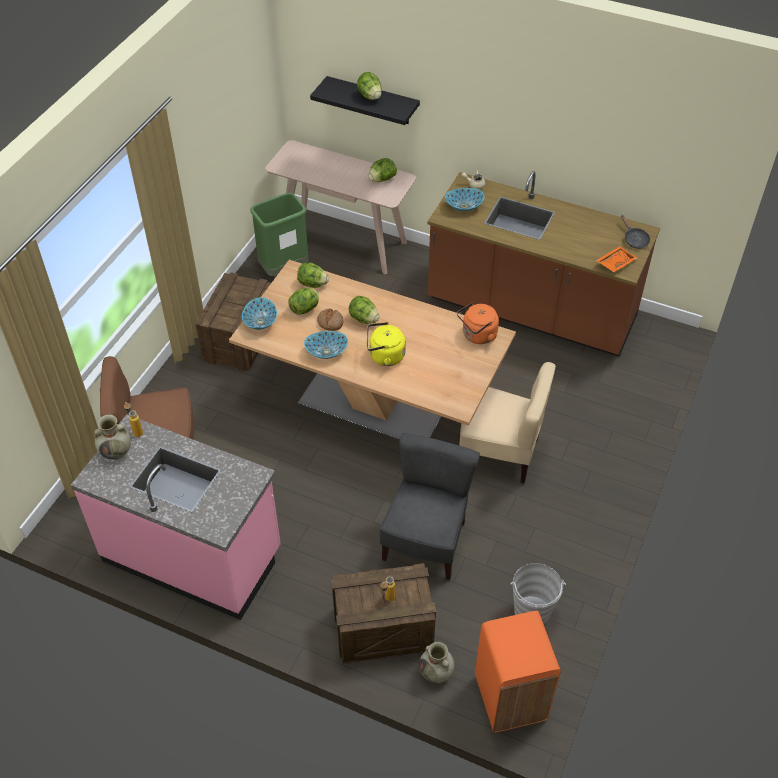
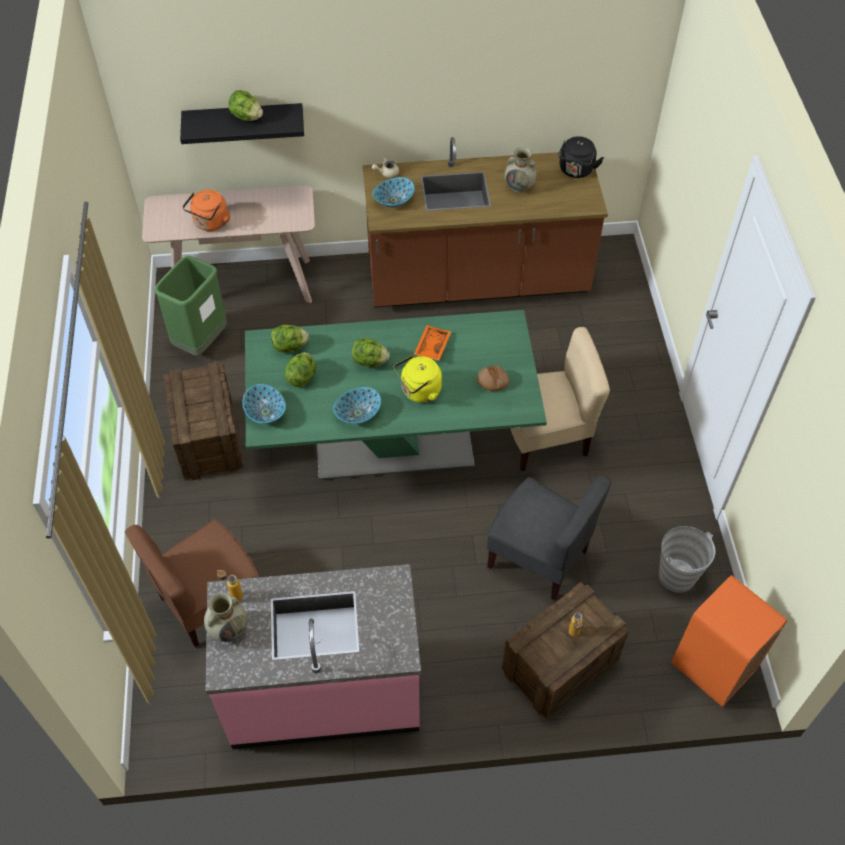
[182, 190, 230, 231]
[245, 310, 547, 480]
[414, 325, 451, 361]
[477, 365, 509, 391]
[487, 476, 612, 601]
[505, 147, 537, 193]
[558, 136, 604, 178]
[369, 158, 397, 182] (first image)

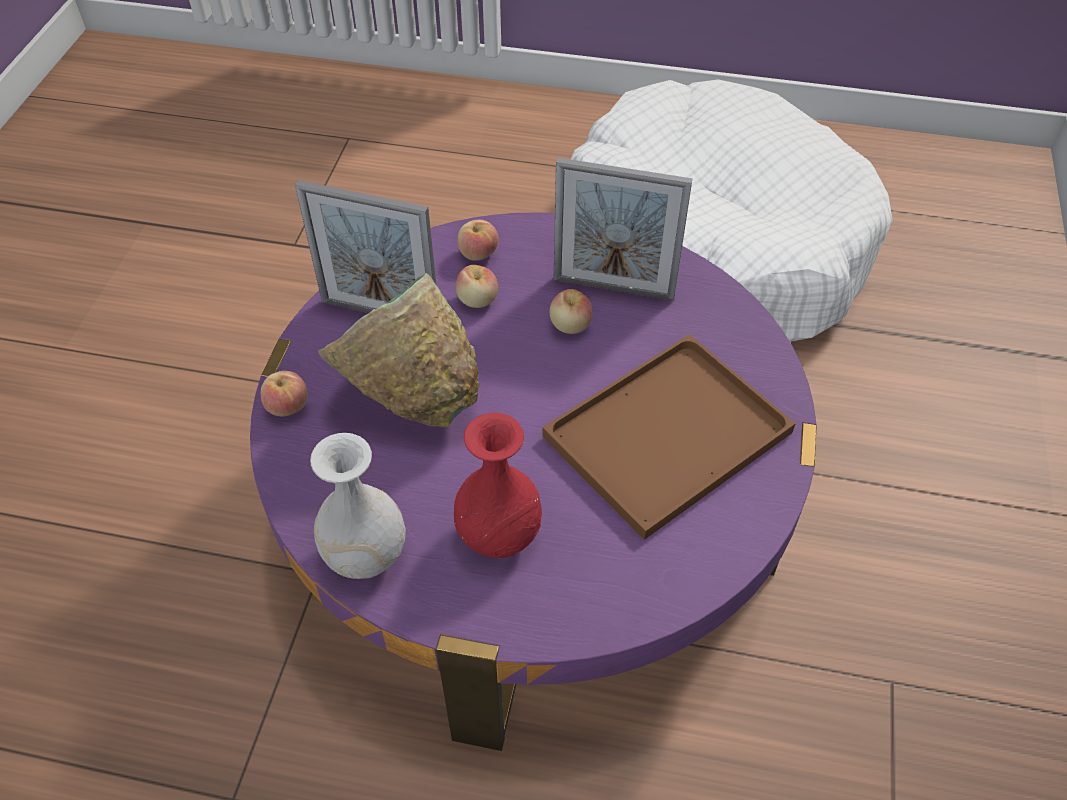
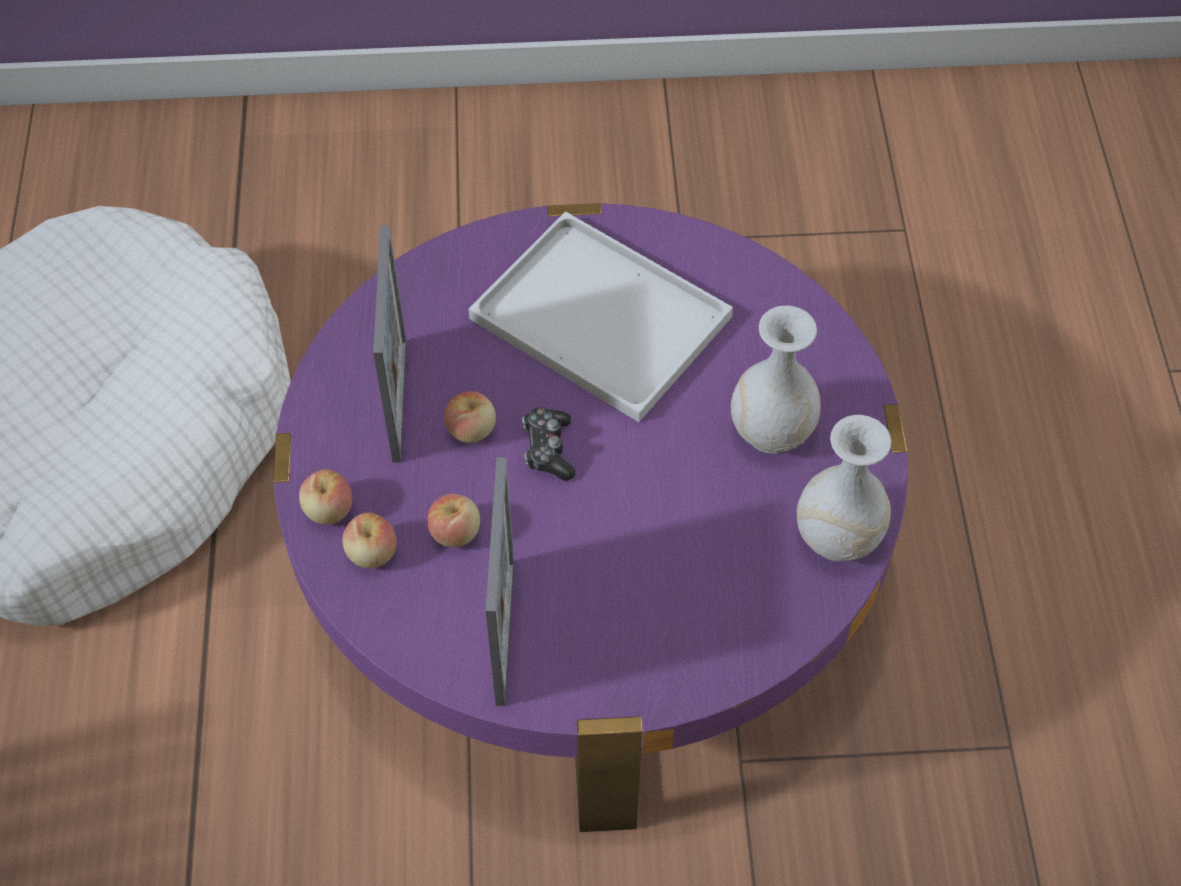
[299, 469, 352, 525]
[469, 211, 733, 422]
[522, 407, 575, 481]
[731, 305, 821, 454]
[318, 273, 480, 427] (first image)

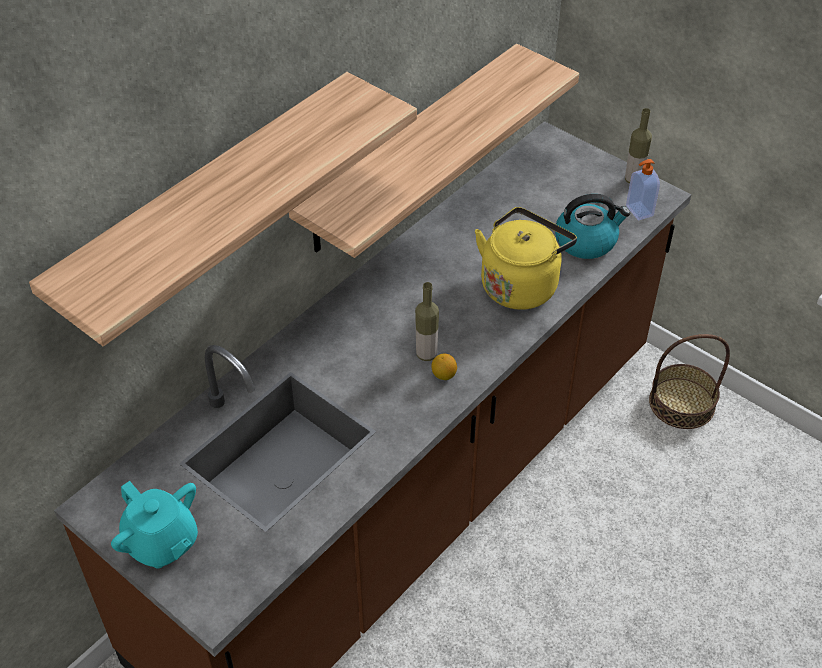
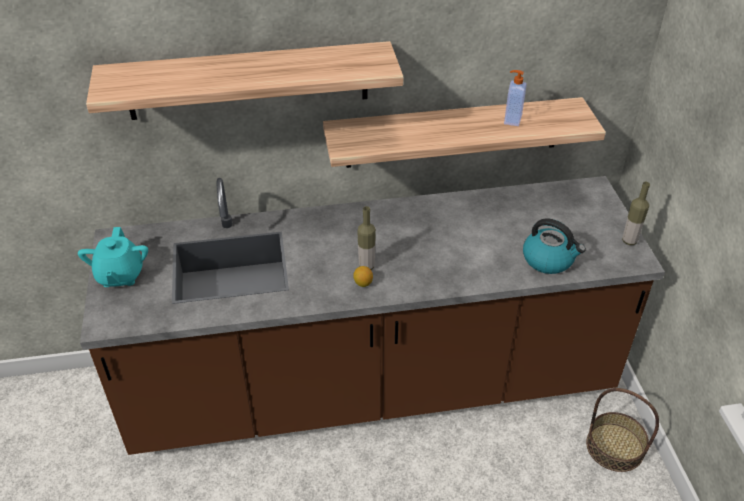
[504, 70, 527, 126]
[475, 207, 577, 310] (first image)

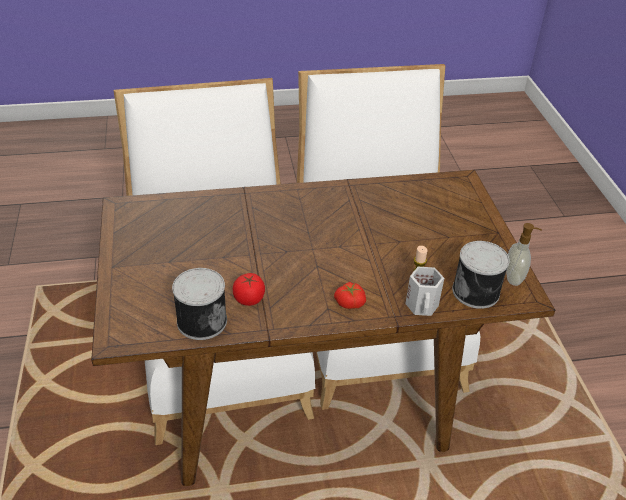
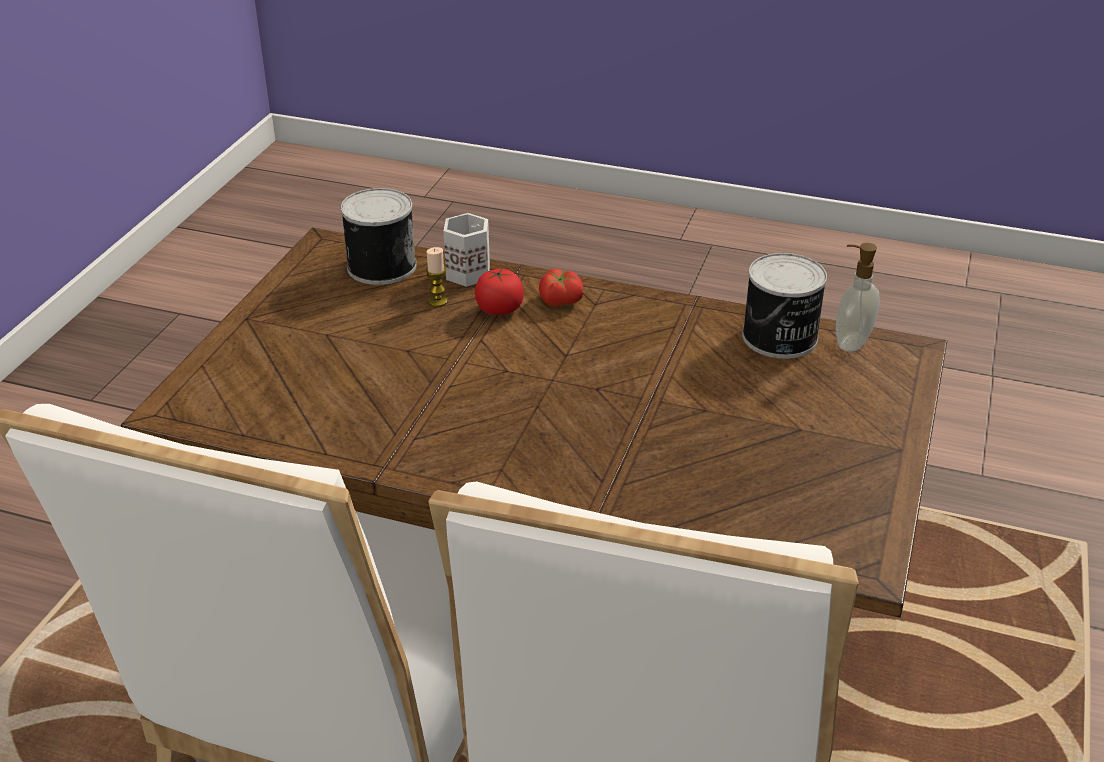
[475, 267, 524, 315]
[836, 243, 880, 352]

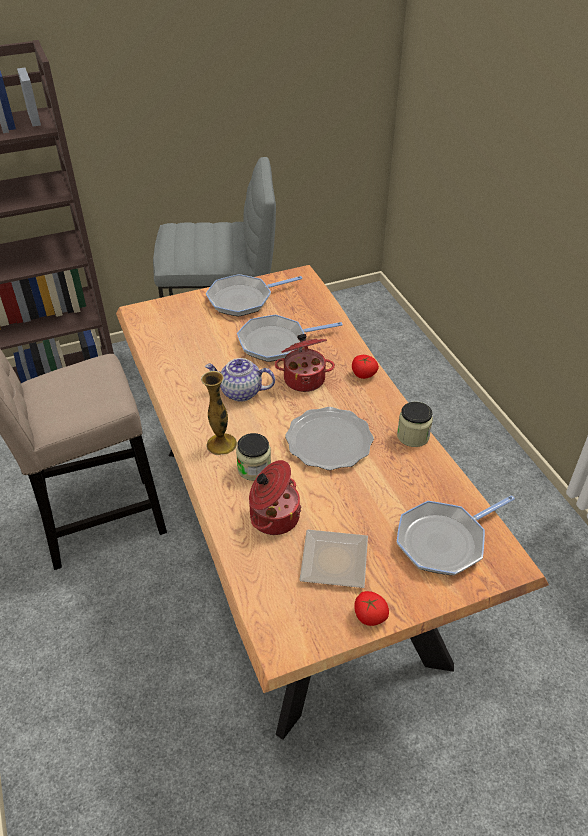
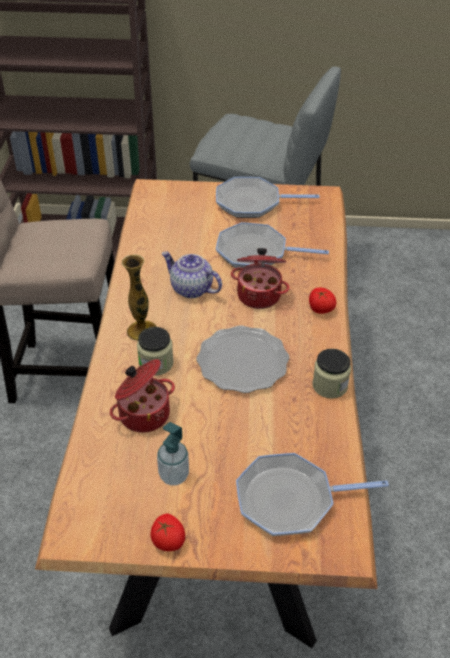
[157, 422, 189, 486]

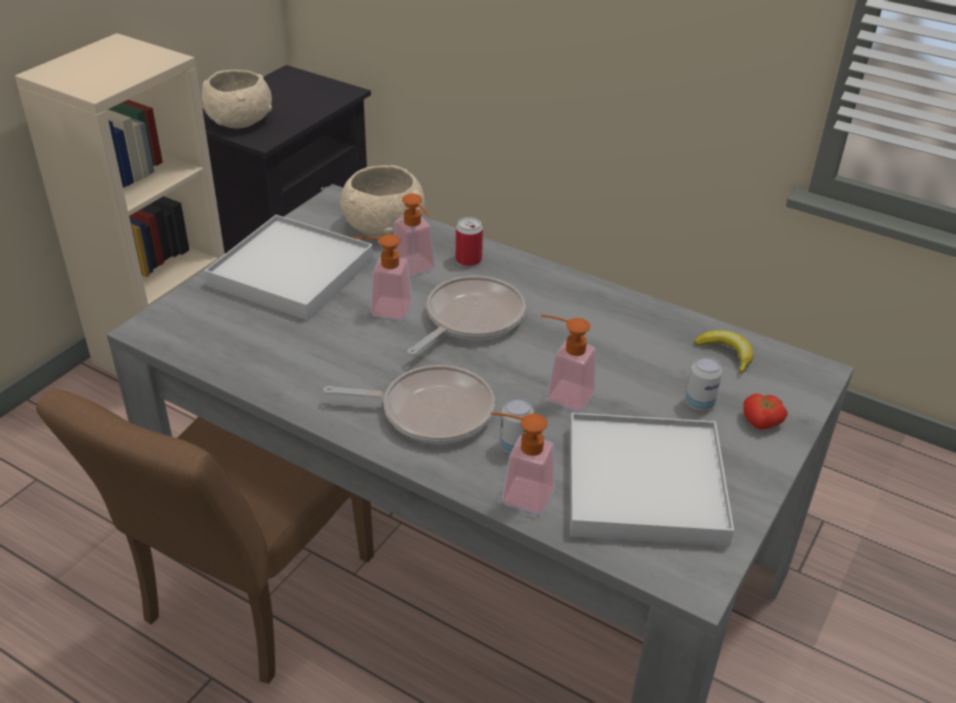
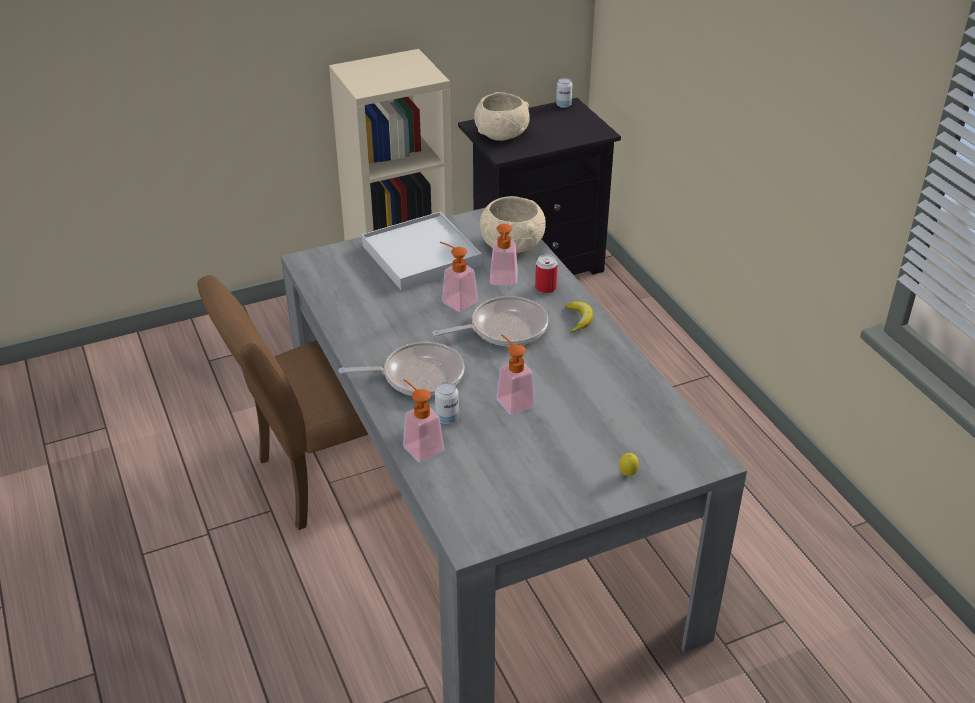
[338, 342, 464, 396]
[556, 78, 573, 108]
[566, 301, 593, 333]
[619, 453, 639, 476]
[570, 413, 734, 547] (first image)

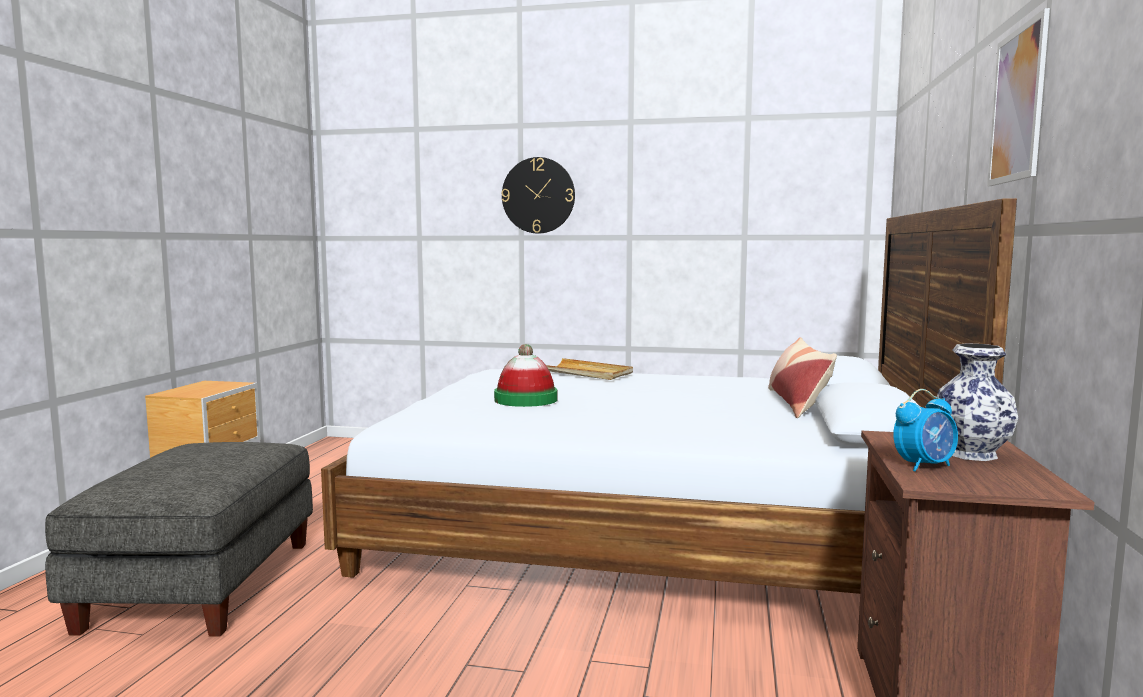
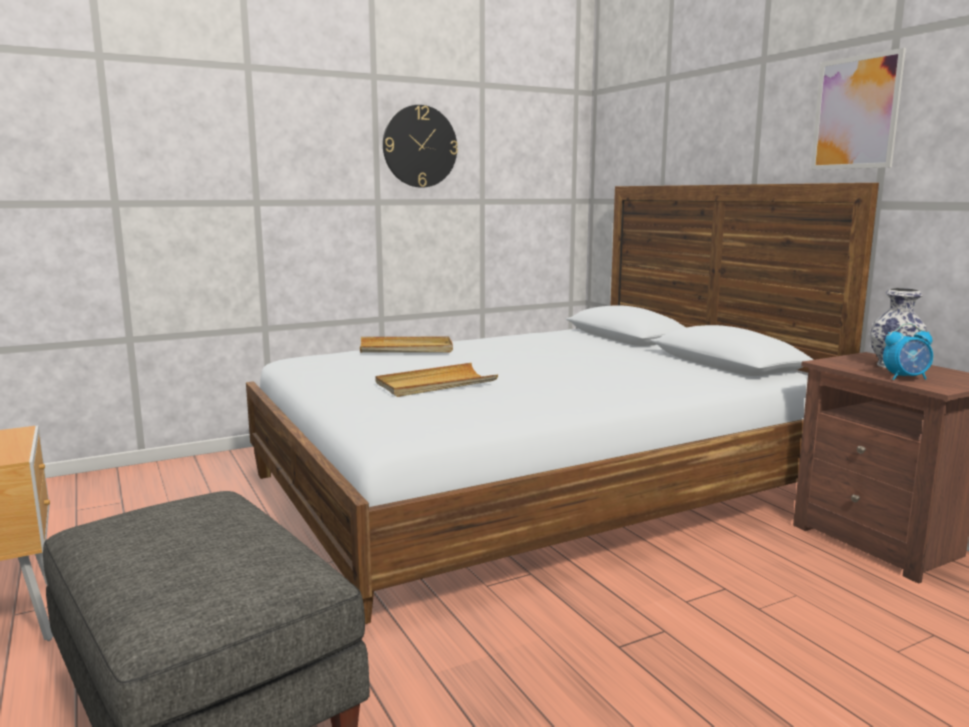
[376, 363, 498, 397]
[383, 105, 458, 188]
[883, 323, 933, 380]
[768, 337, 837, 418] (first image)

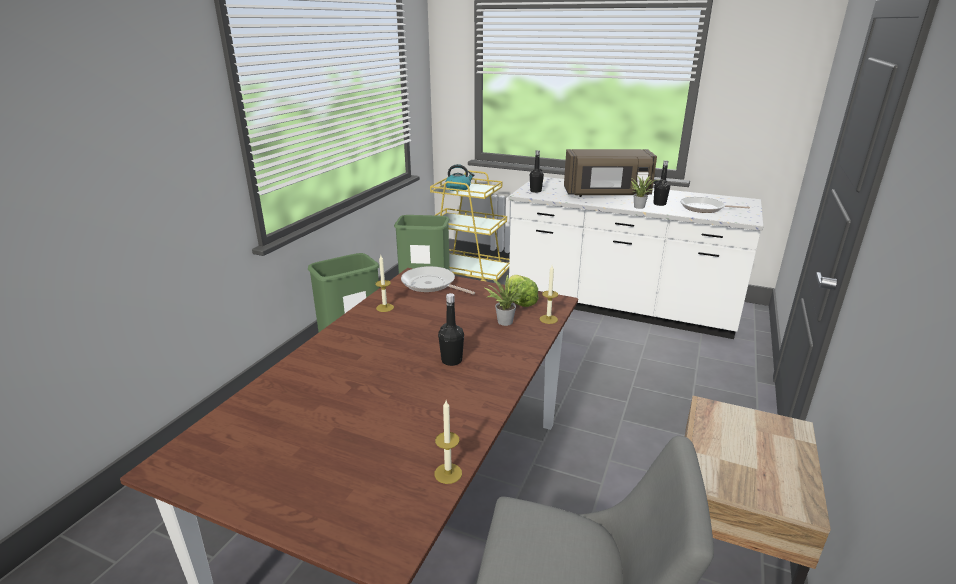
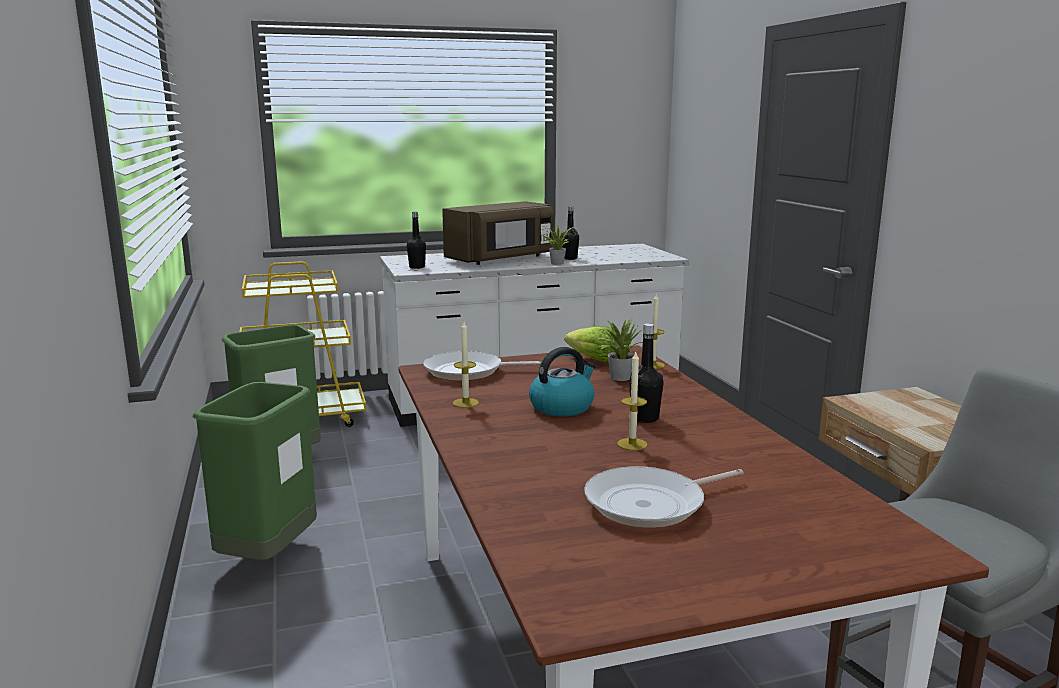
[529, 347, 596, 416]
[584, 466, 744, 528]
[617, 352, 648, 450]

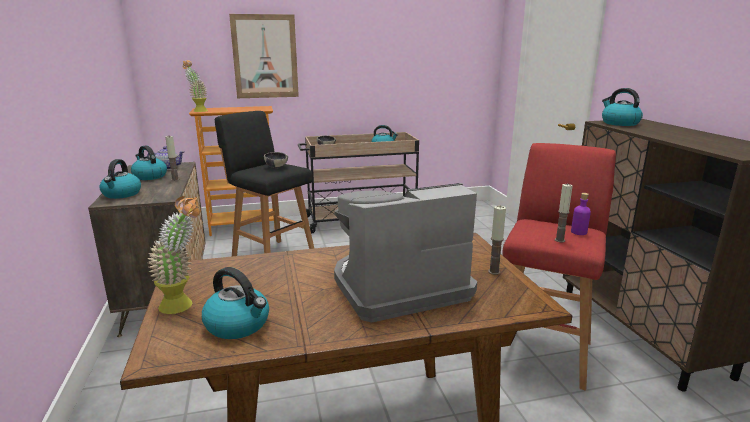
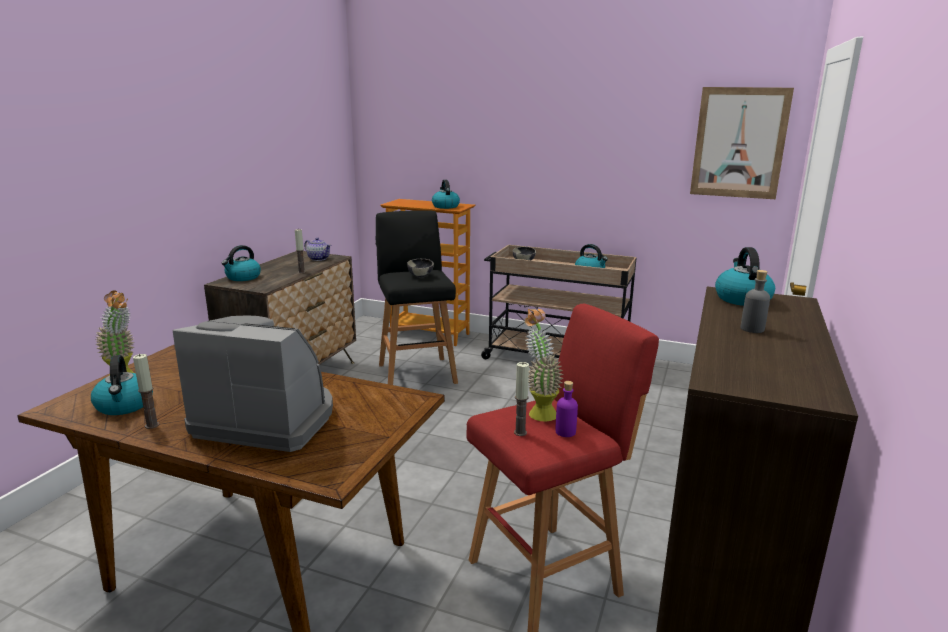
[133, 354, 159, 429]
[432, 180, 460, 209]
[525, 309, 564, 421]
[690, 87, 794, 199]
[741, 270, 770, 333]

